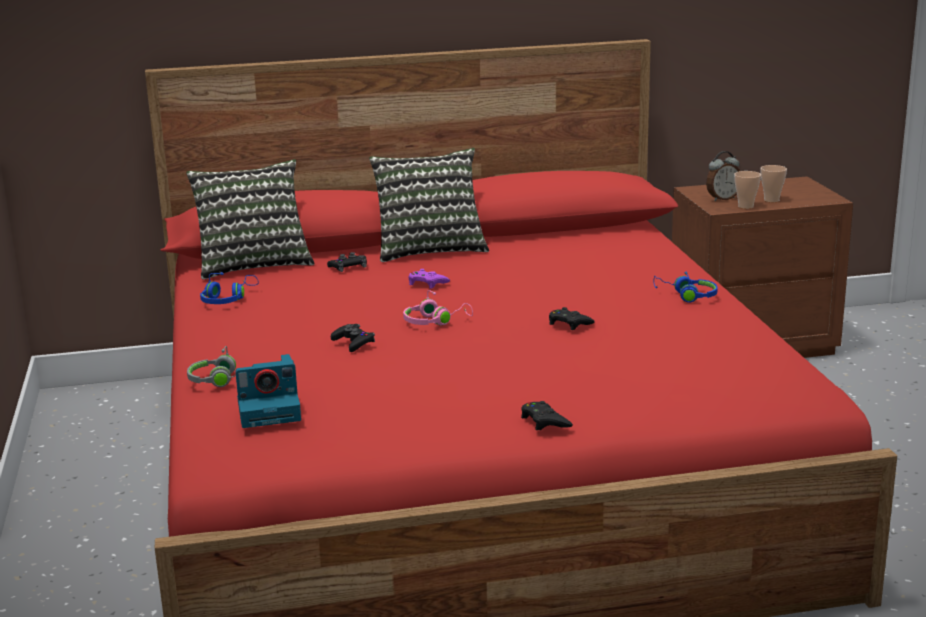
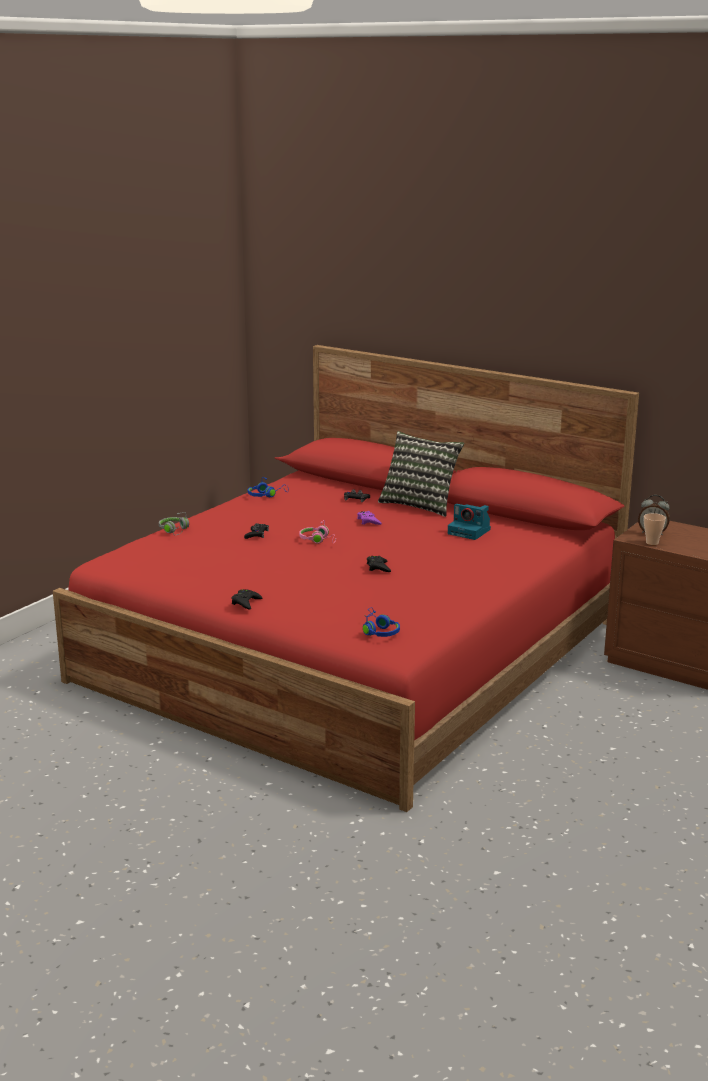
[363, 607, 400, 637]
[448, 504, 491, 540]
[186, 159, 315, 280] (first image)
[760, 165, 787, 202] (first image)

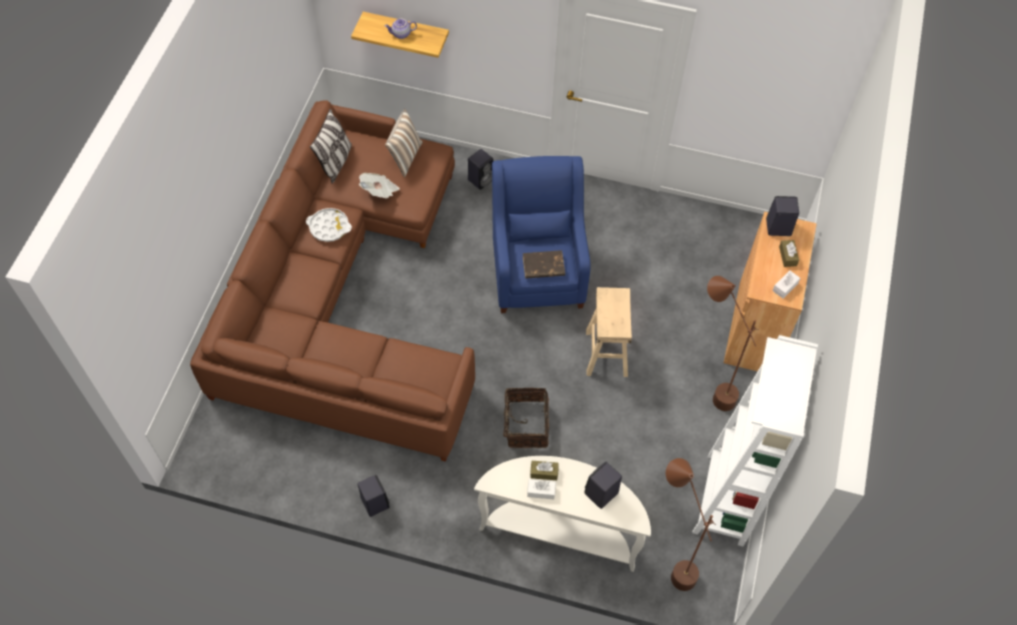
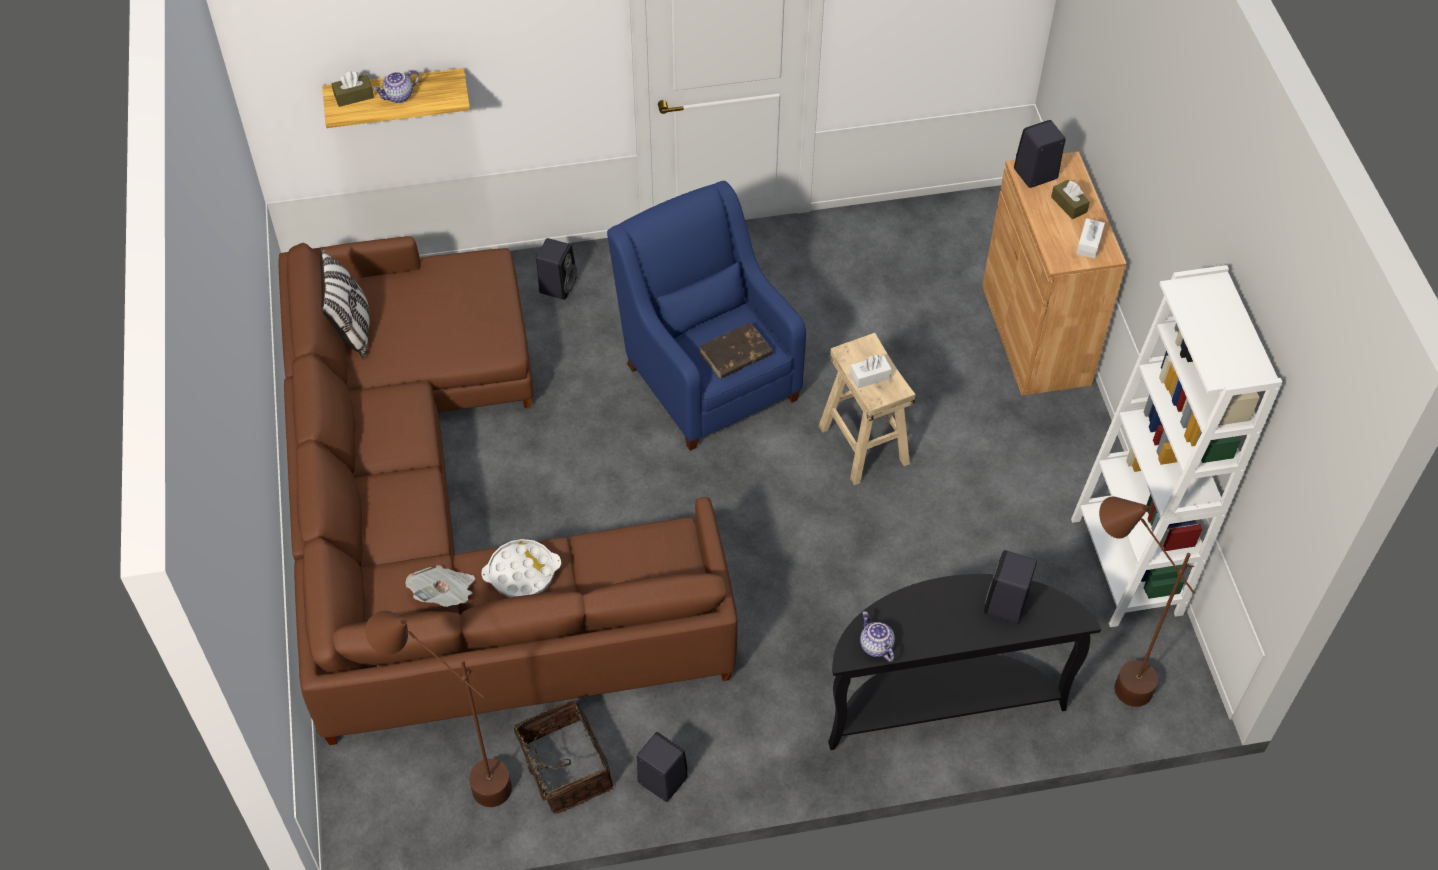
[332, 71, 374, 107]
[365, 611, 512, 807]
[405, 565, 475, 607]
[482, 539, 561, 598]
[514, 700, 613, 814]
[828, 574, 1101, 750]
[850, 355, 892, 389]
[860, 611, 895, 662]
[385, 109, 423, 178] (first image)

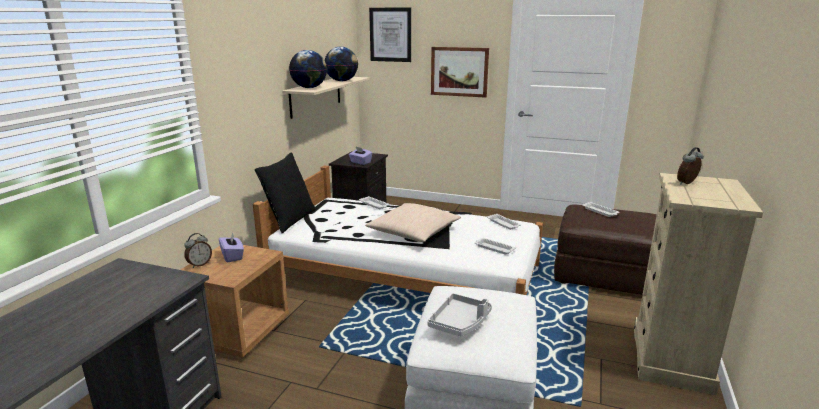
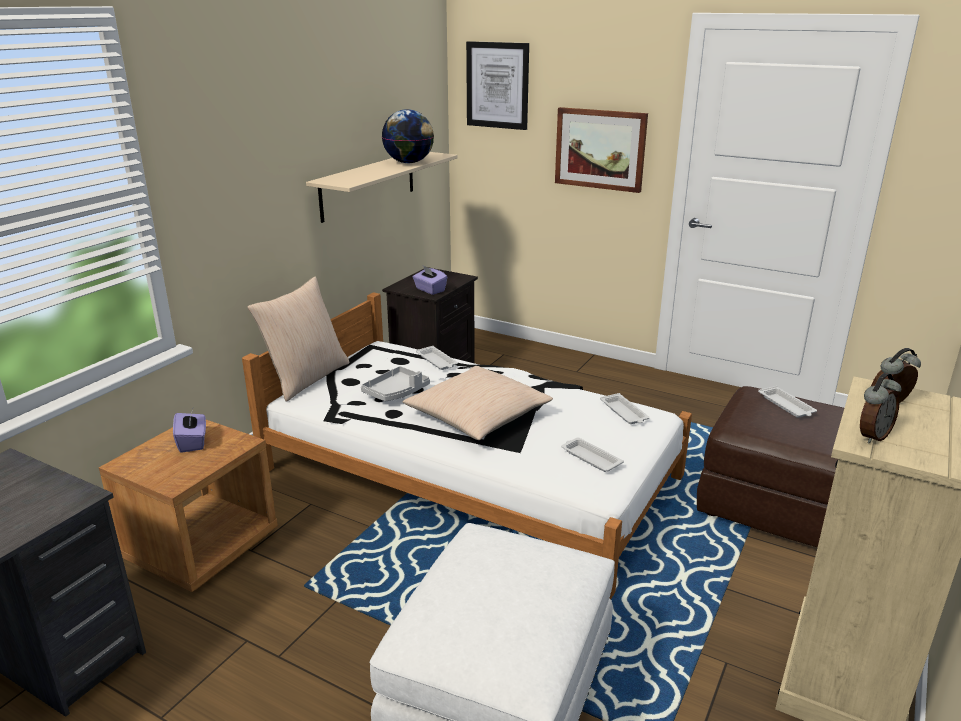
[247, 277, 350, 402]
[361, 366, 430, 401]
[860, 373, 901, 444]
[289, 50, 327, 88] (first image)

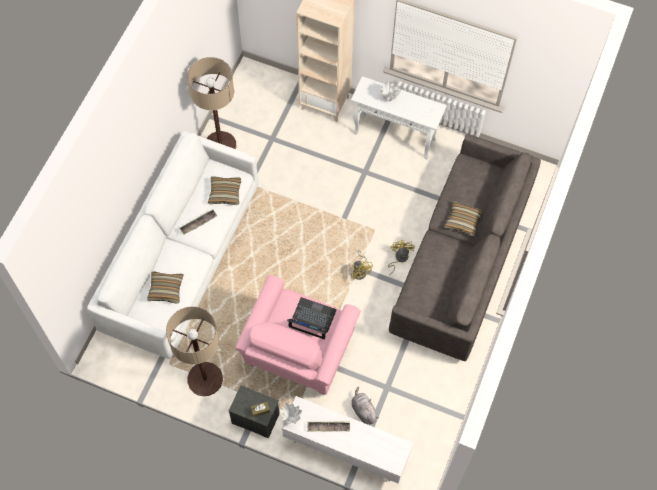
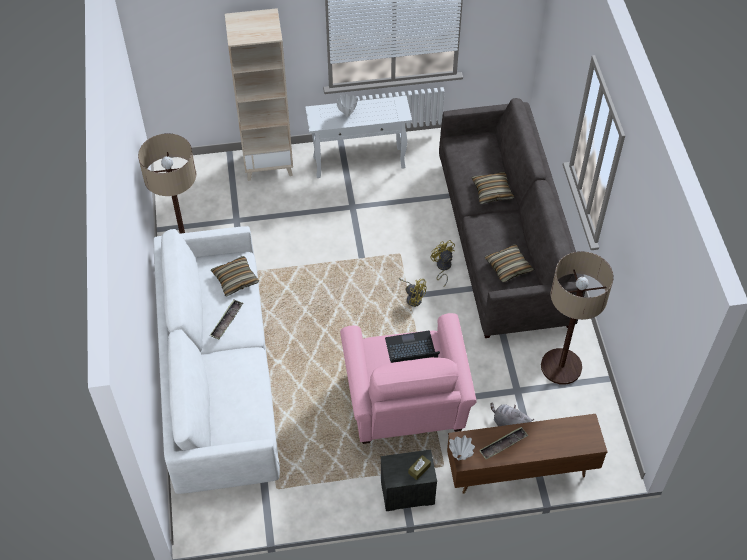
[447, 414, 608, 494]
[485, 244, 534, 282]
[541, 251, 614, 385]

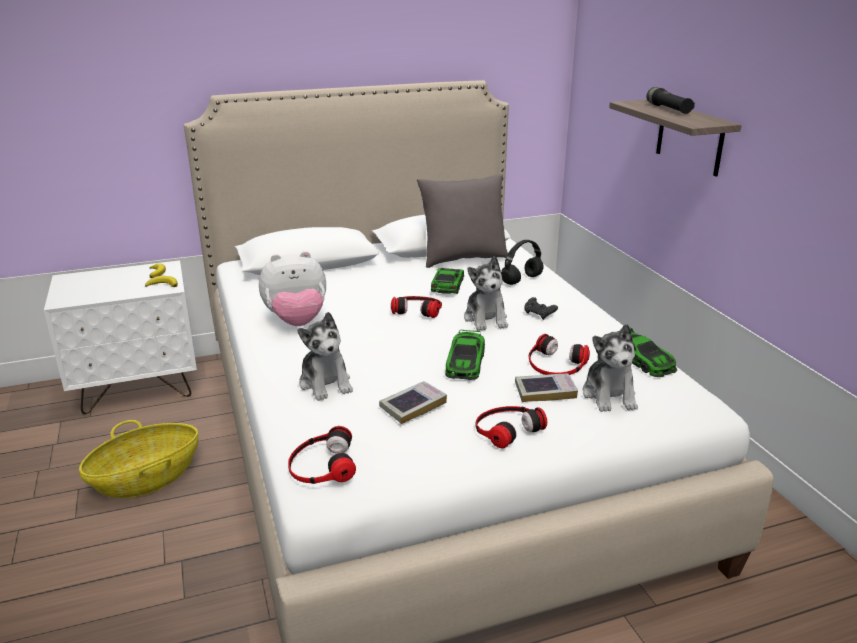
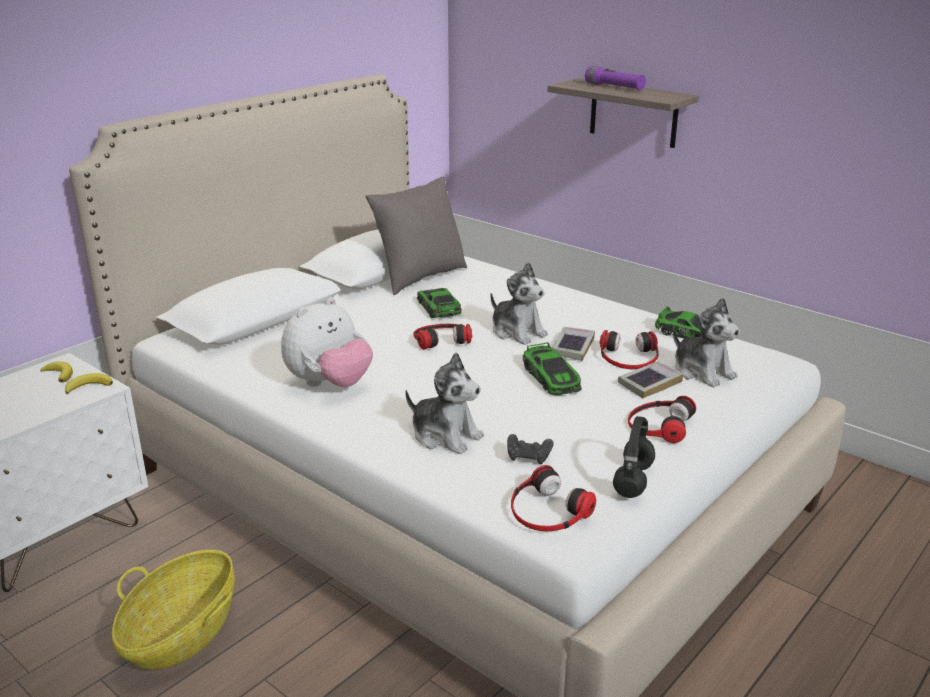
[507, 434, 554, 464]
[551, 327, 595, 361]
[585, 66, 646, 90]
[613, 416, 655, 498]

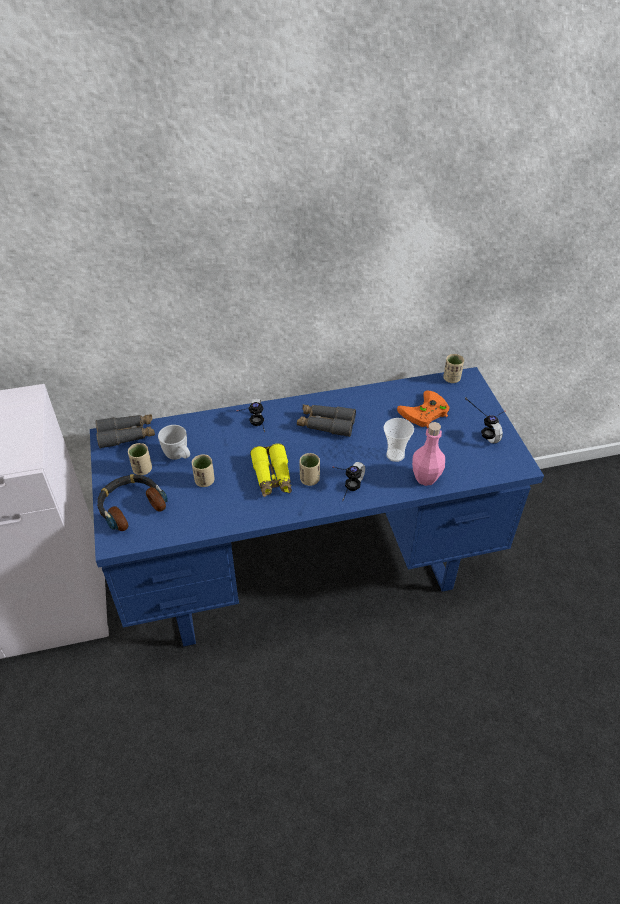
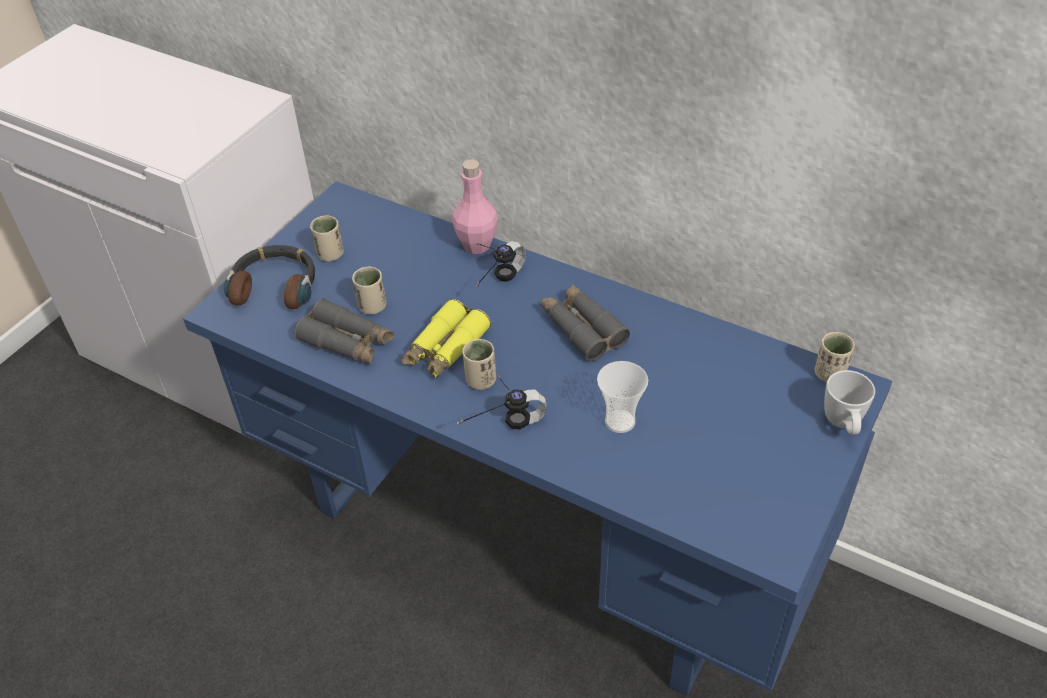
[295, 299, 394, 364]
[452, 159, 498, 254]
[824, 370, 875, 435]
[397, 391, 450, 428] (first image)
[465, 397, 506, 443] (first image)

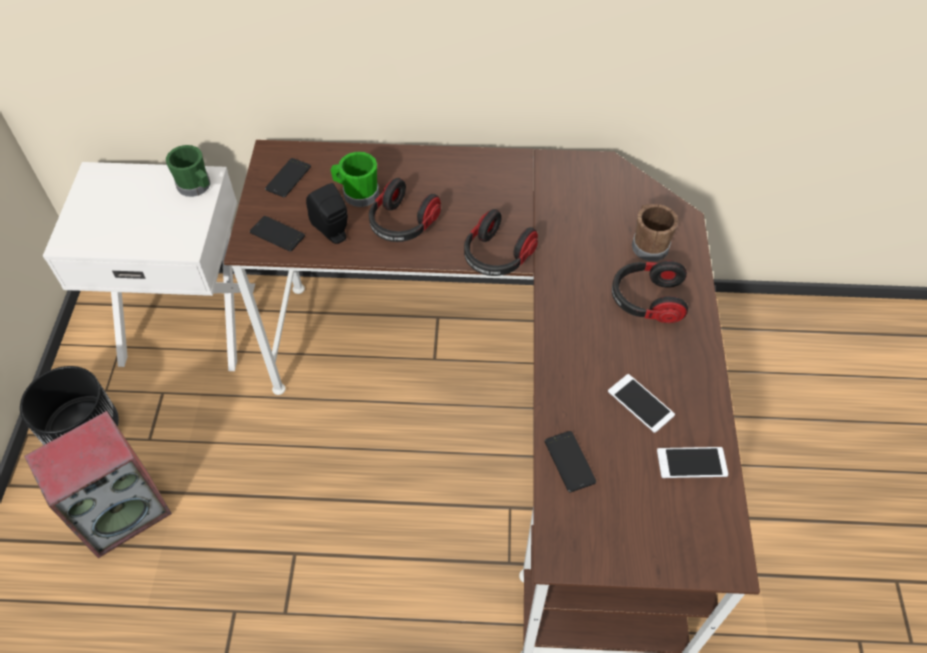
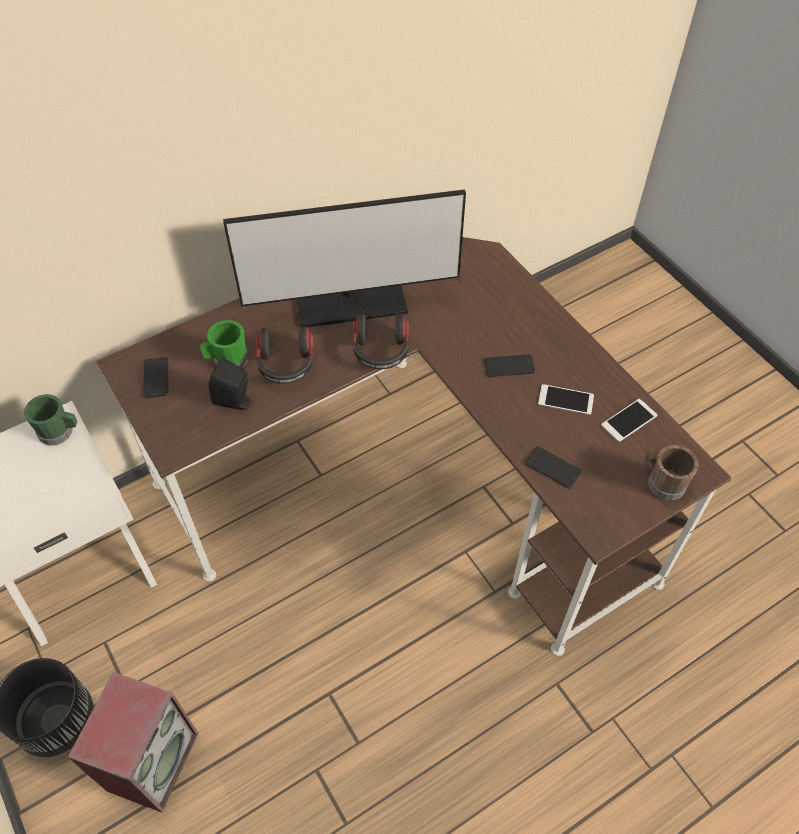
[223, 189, 466, 327]
[484, 355, 535, 377]
[645, 445, 698, 501]
[612, 261, 688, 323] (first image)

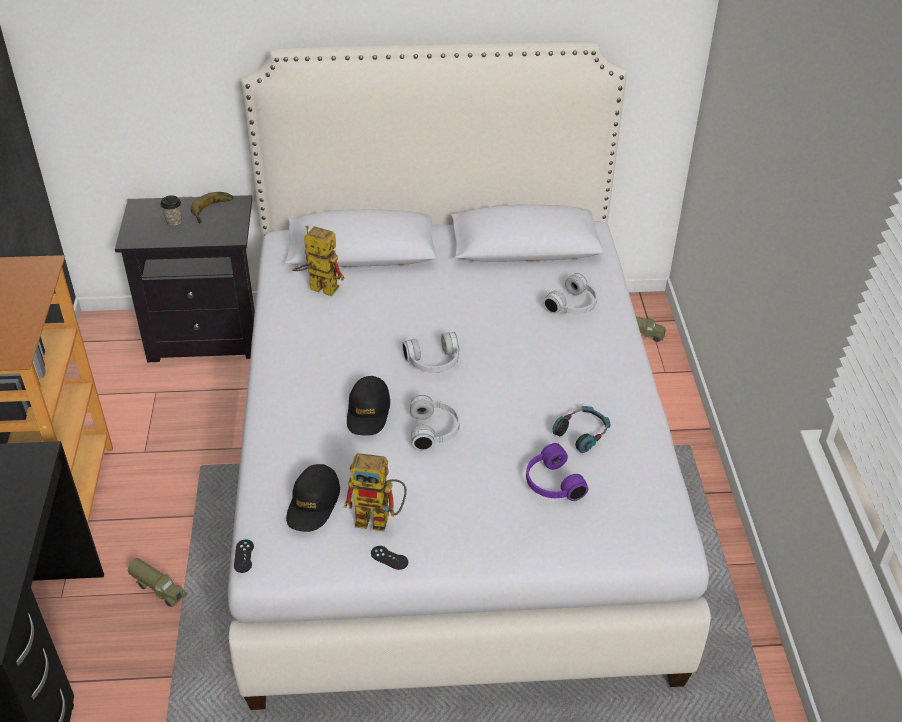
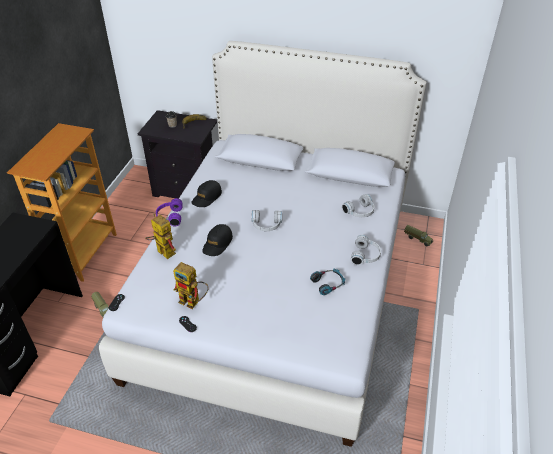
[145, 214, 176, 259]
[156, 198, 183, 226]
[191, 180, 222, 207]
[351, 235, 381, 265]

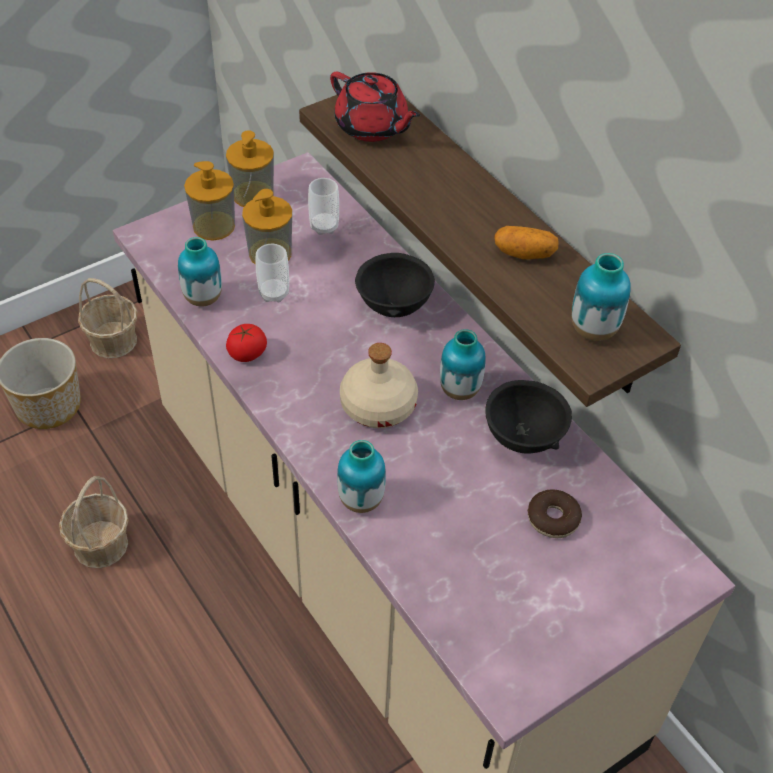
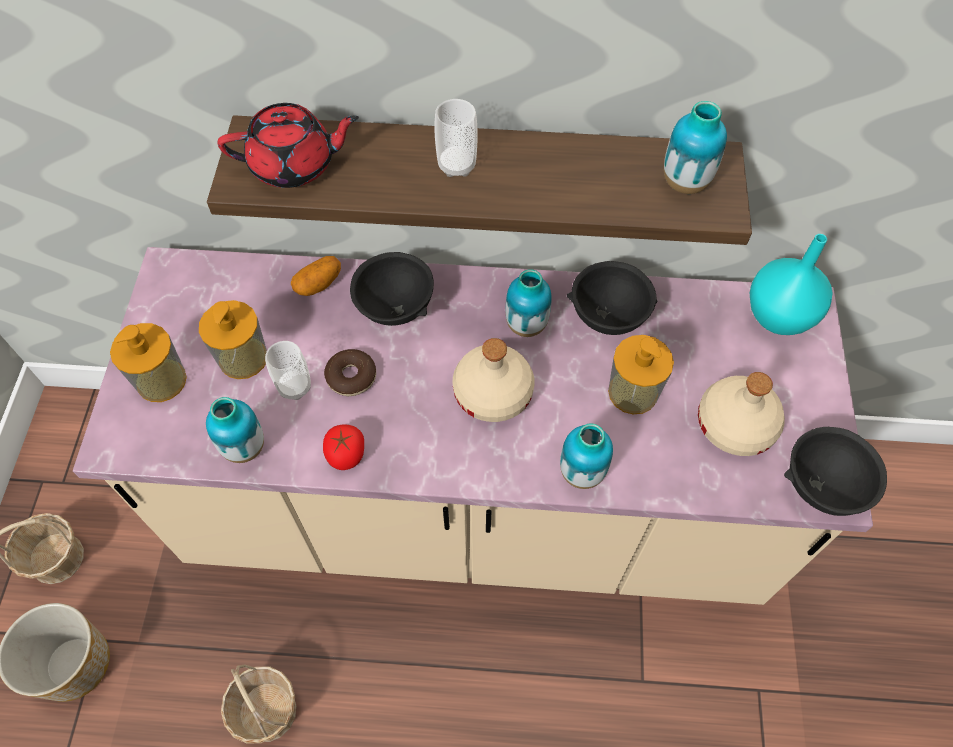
[291, 256, 341, 296]
[324, 349, 376, 396]
[435, 99, 478, 177]
[608, 335, 674, 414]
[698, 372, 785, 456]
[750, 234, 833, 335]
[784, 427, 887, 516]

